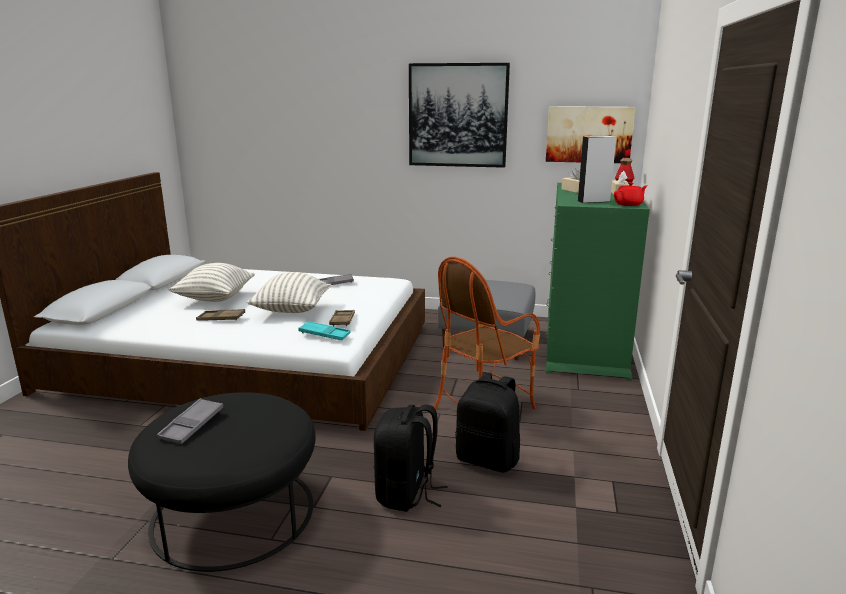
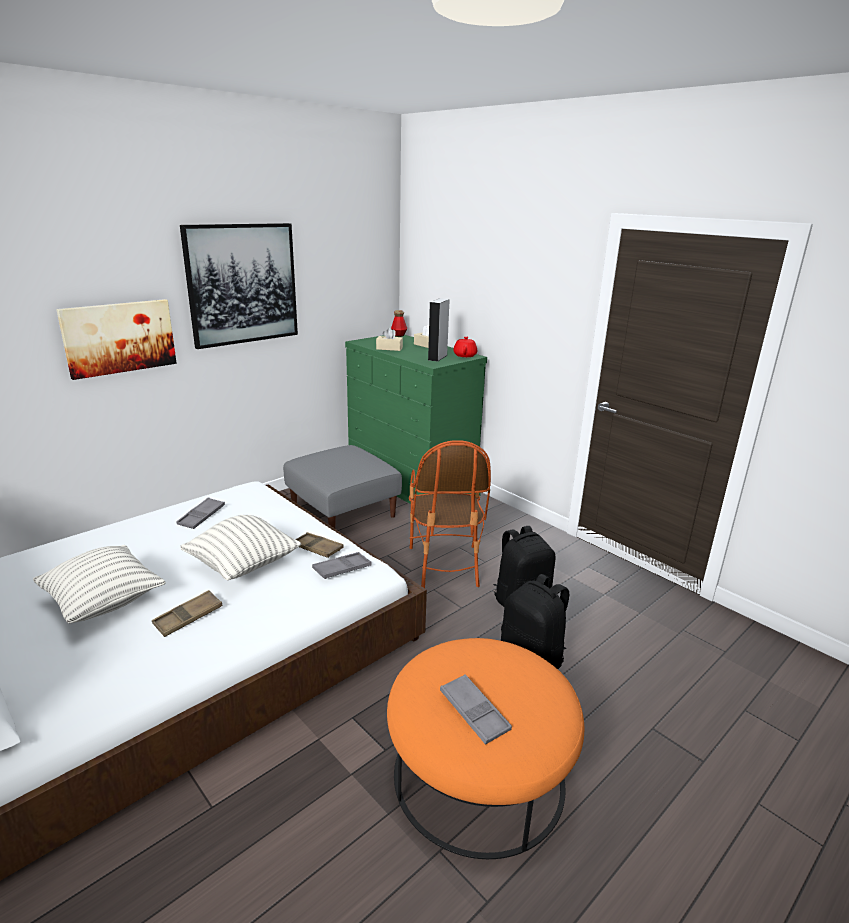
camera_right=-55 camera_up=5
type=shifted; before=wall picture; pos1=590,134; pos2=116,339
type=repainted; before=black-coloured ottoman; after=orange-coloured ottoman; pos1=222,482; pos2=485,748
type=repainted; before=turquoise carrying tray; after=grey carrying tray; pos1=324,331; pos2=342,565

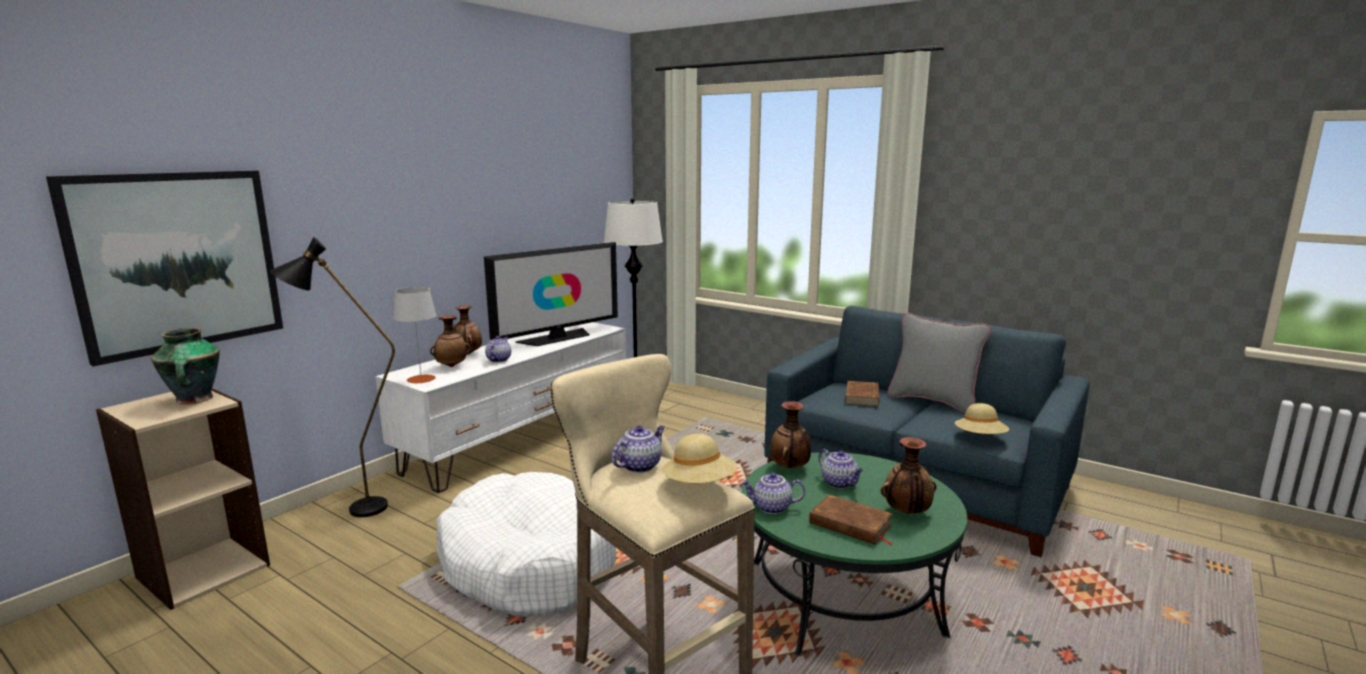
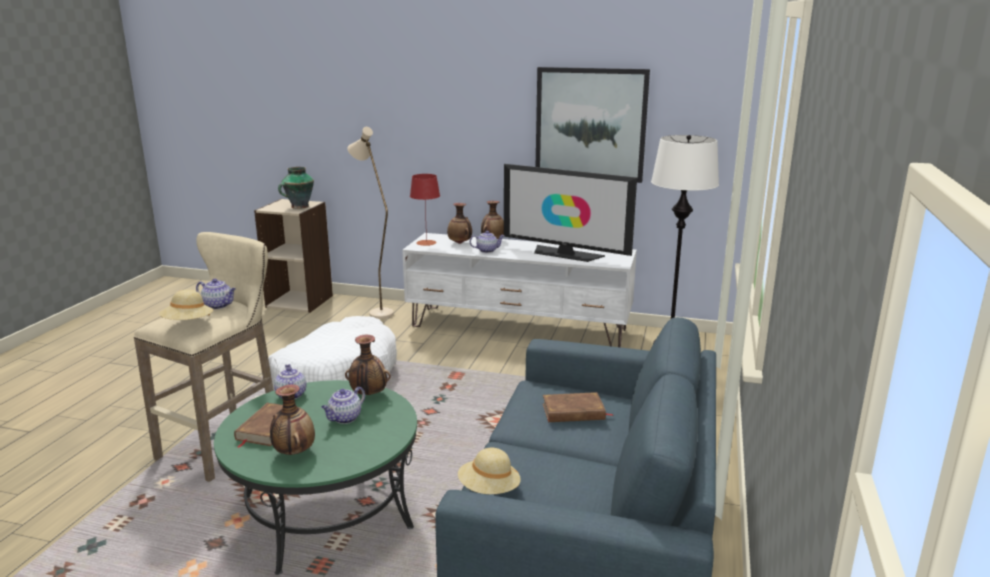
camera_right=70 camera_up=5
type=gone; before=grey cushion; pos1=939,363
type=shifted; before=wall picture; pos1=164,268; pos2=593,125
type=repainted; before=black-coloured standing lamp; after=beige standing lamp; pos1=332,377; pos2=370,223
type=repainted; before=grey table lamp; after=red table lamp; pos1=414,335; pos2=425,210

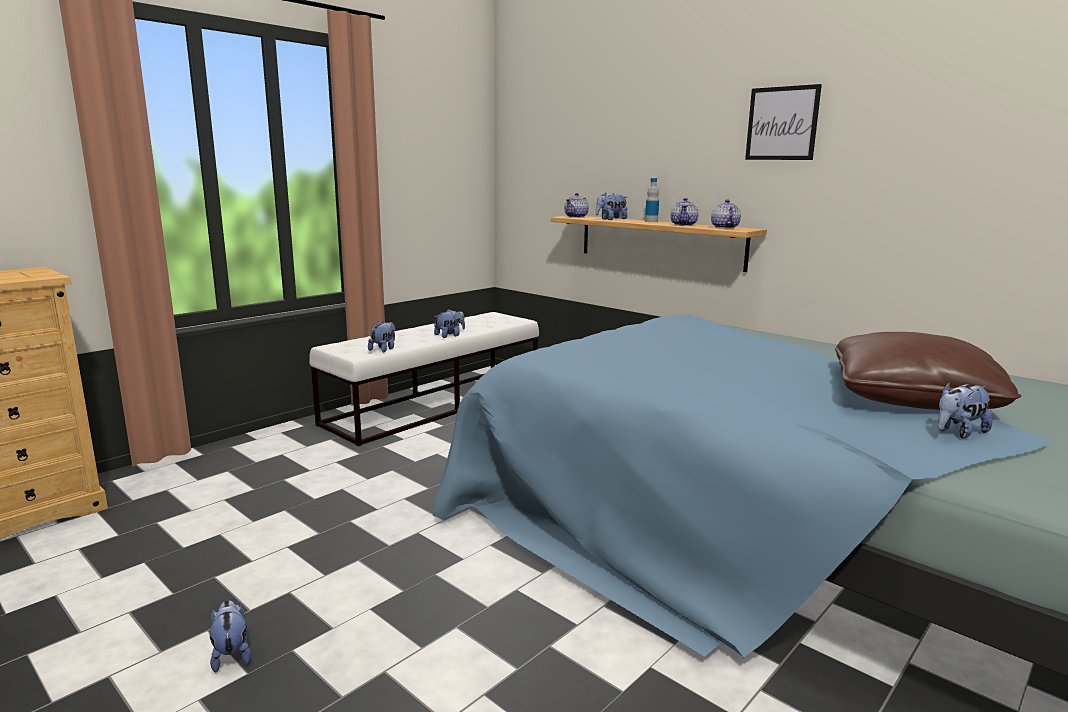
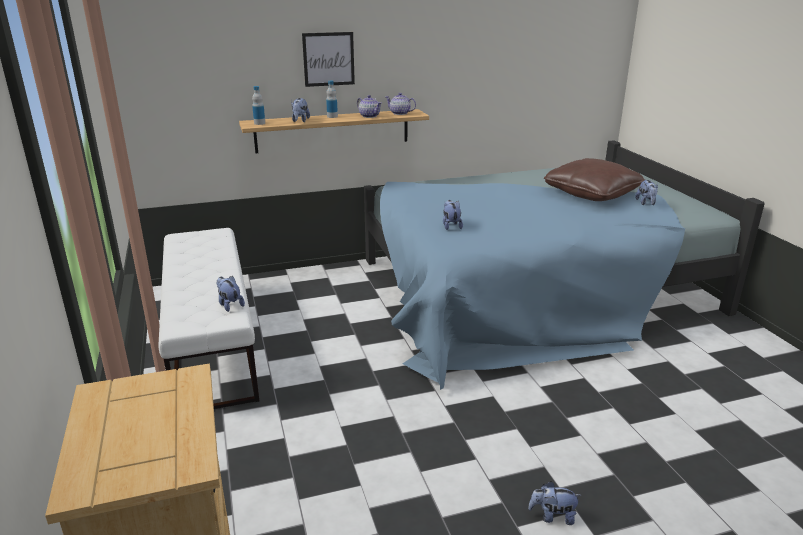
camera_right=-60 camera_up=10
type=shifted; before=cuddly toy; pos1=449,323; pos2=453,215
type=shifted; before=wall picture; pos1=783,122; pos2=328,59
type=swapped; before=teapot; after=beverage bottle; pos1=576,205; pos2=258,105

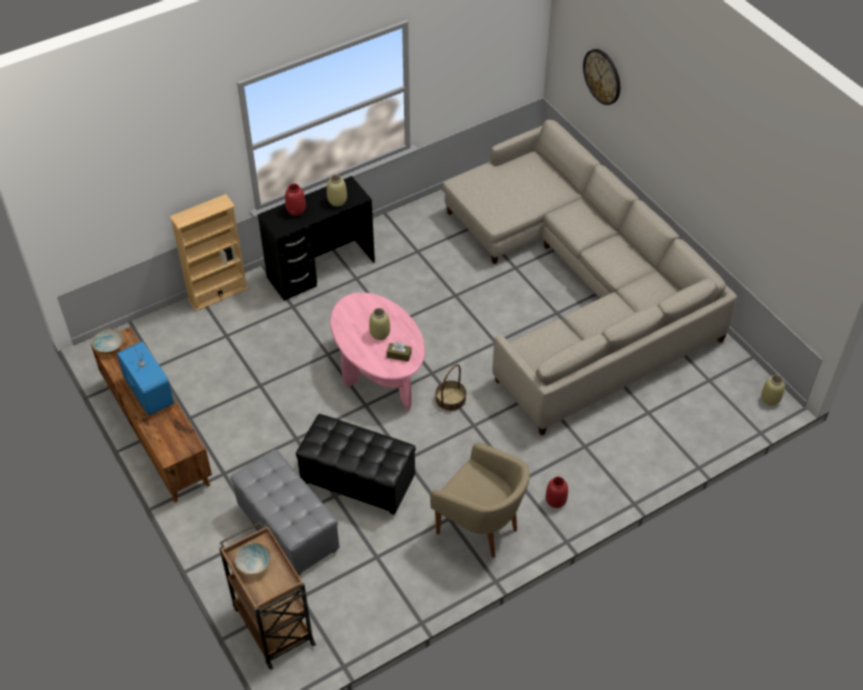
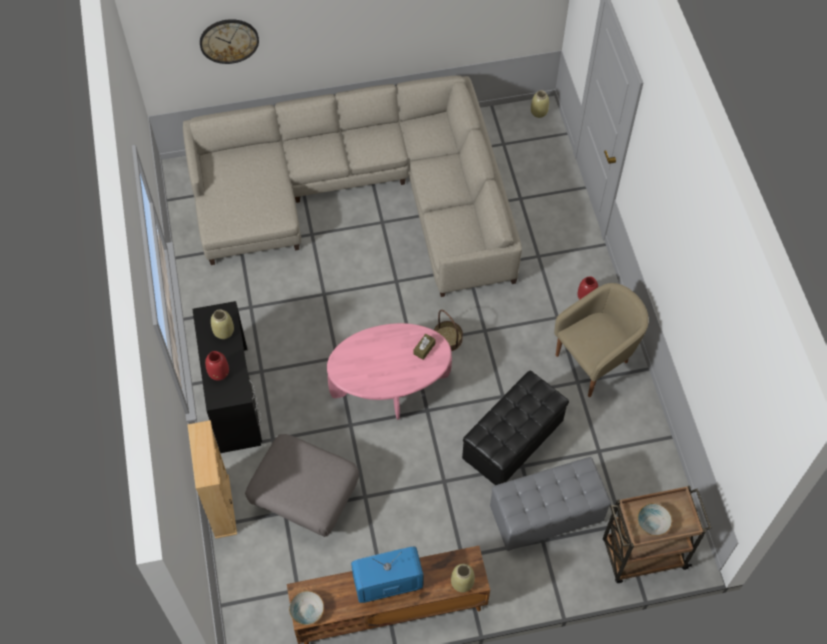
camera_right=-70 camera_up=10
type=new; after=grey ottoman; pos2=302,485
type=shifted; before=beige vase; pos1=379,324; pos2=463,578

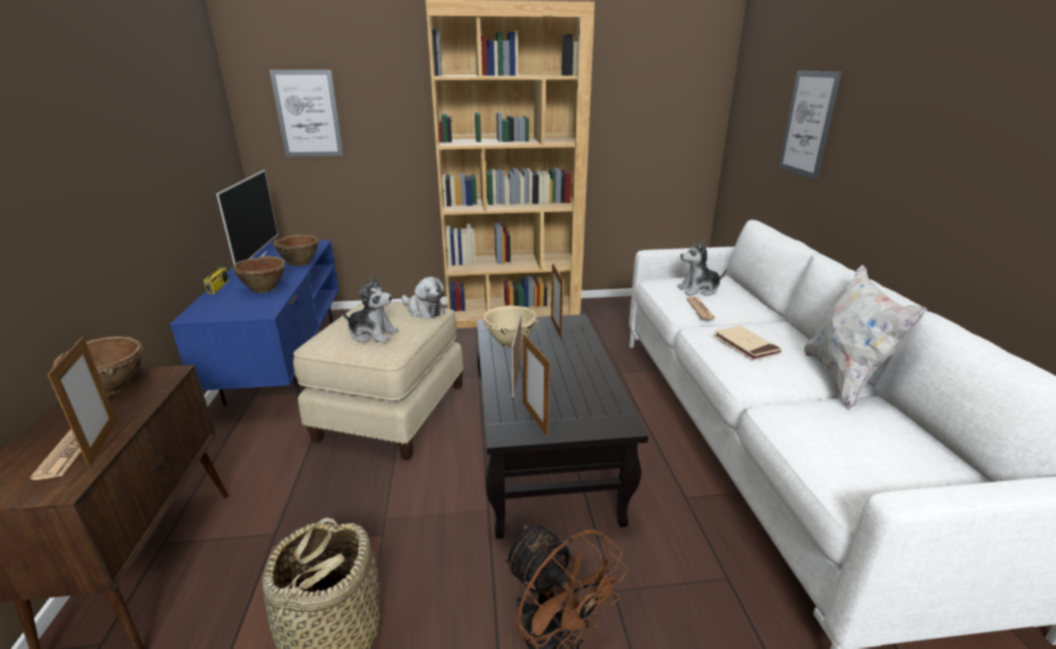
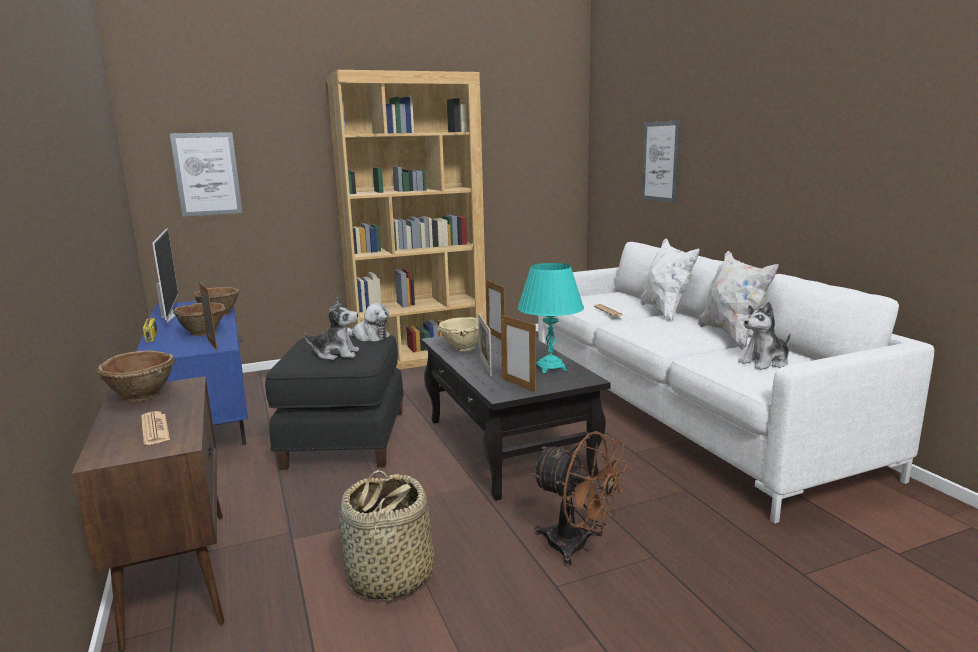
camera_right=-15 camera_up=-10
type=gone; before=beige book; pos1=748,343
type=new; after=turquoise table lamp; pos2=551,318
type=new; after=white cushion; pos2=670,280
type=shifted; before=picture frame; pos1=82,402; pos2=208,316
type=shifted; before=cuddly toy; pos1=702,268; pos2=764,336
type=repainted; before=beige ottoman; after=black-coloured ottoman; pos1=378,380; pos2=334,402

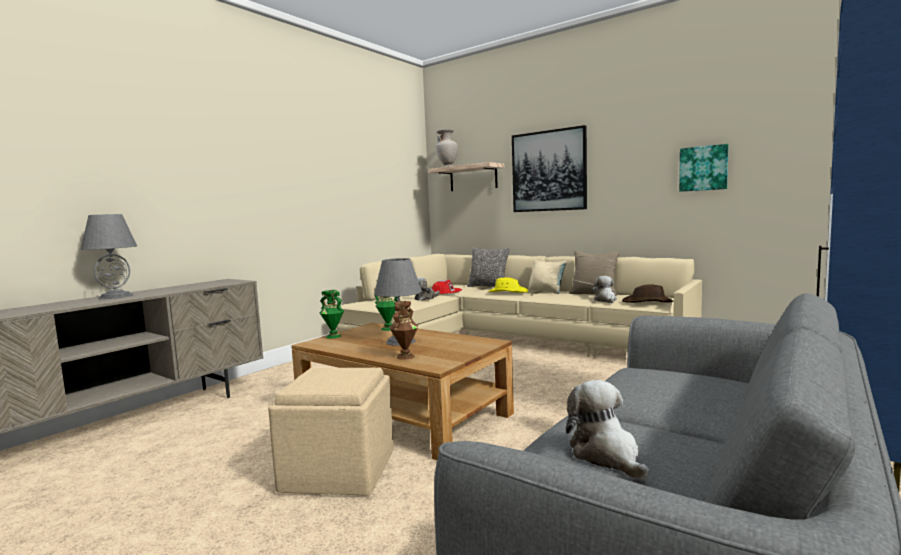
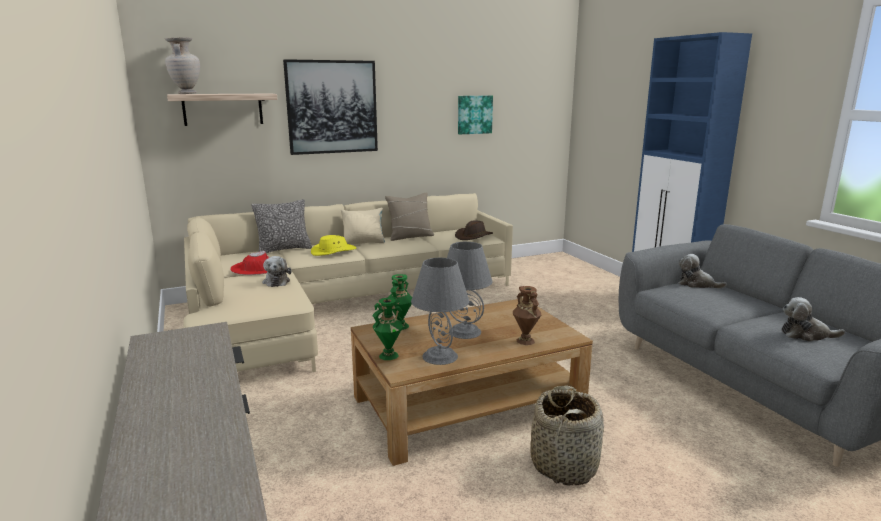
camera_right=-60 camera_up=10
type=shifted; before=grey table lamp; pos1=109,256; pos2=440,311
type=shifted; before=cuddly toy; pos1=604,289; pos2=703,271
type=swapped; before=beige ottoman; after=storage basket; pos1=331,432; pos2=567,435

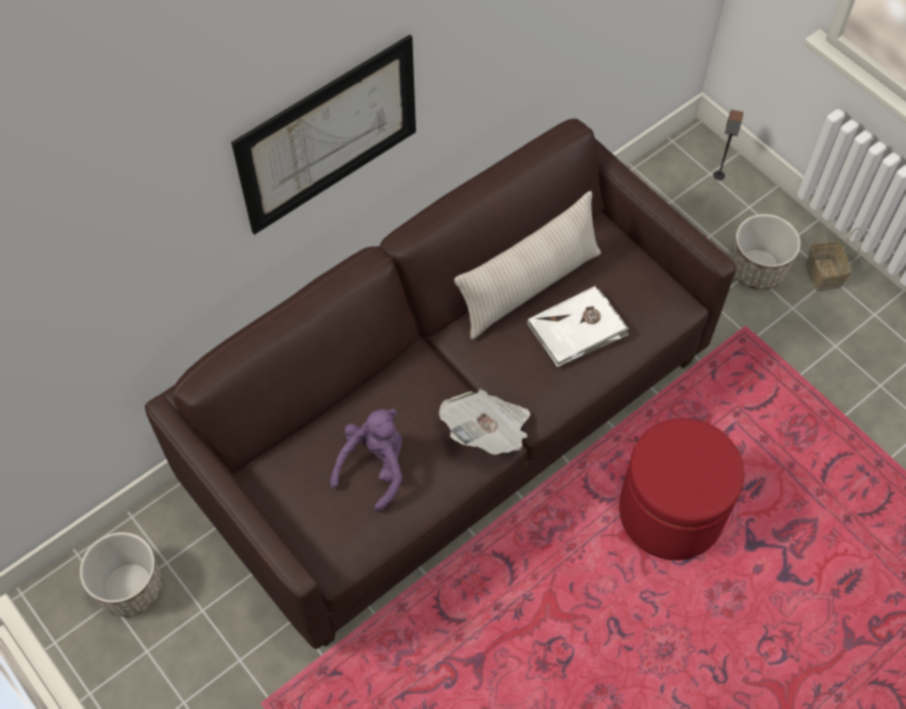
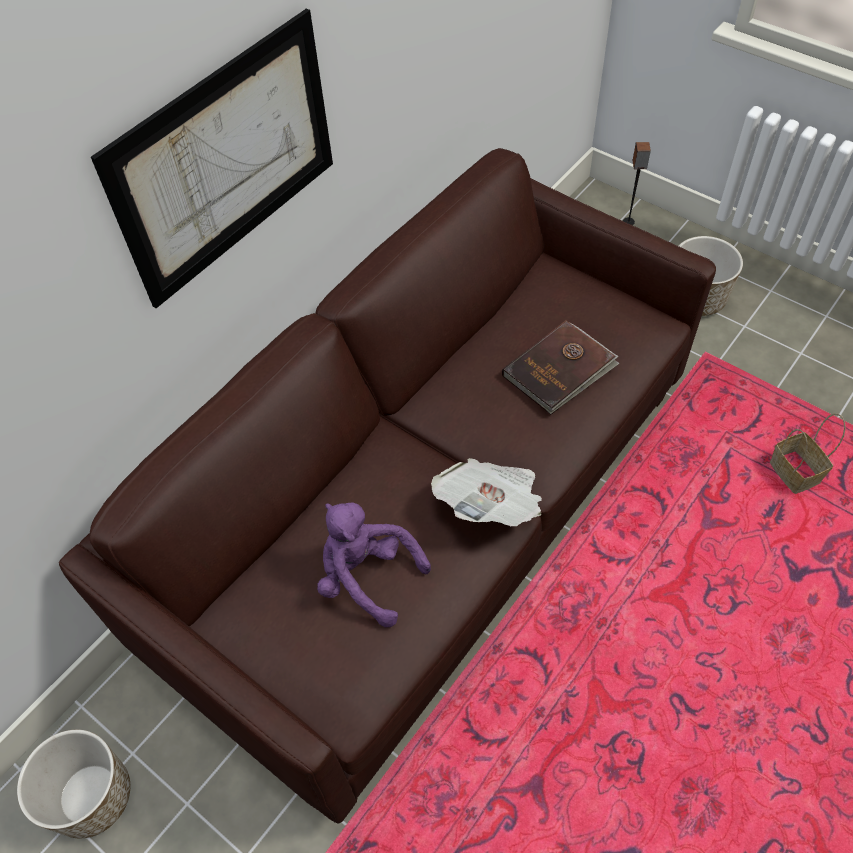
camera_right=-10 camera_up=-5
type=gone; before=beige cushion; pos1=527,265
type=gone; before=red ottoman; pos1=681,489
type=shifted; before=storage basket; pos1=834,259; pos2=808,453
type=repainted; before=white book; after=brown book; pos1=578,326; pos2=561,367
type=rotated; before=purple-coloured cuddly toy; pos1=366,460; pos2=374,564; turn=-75

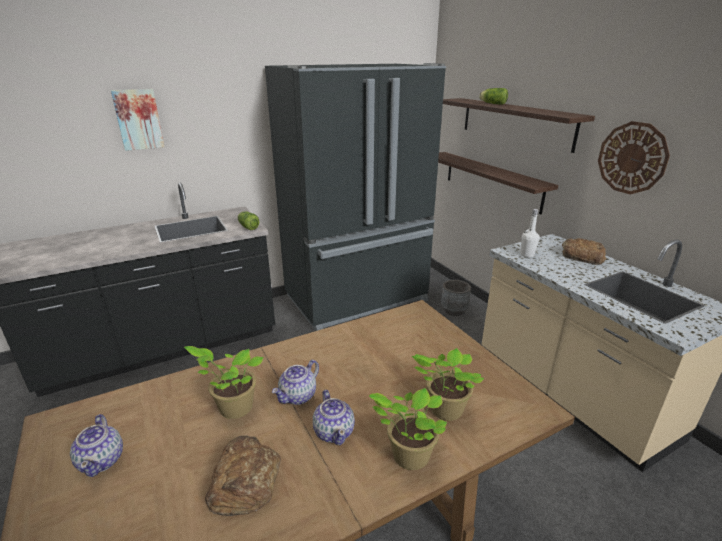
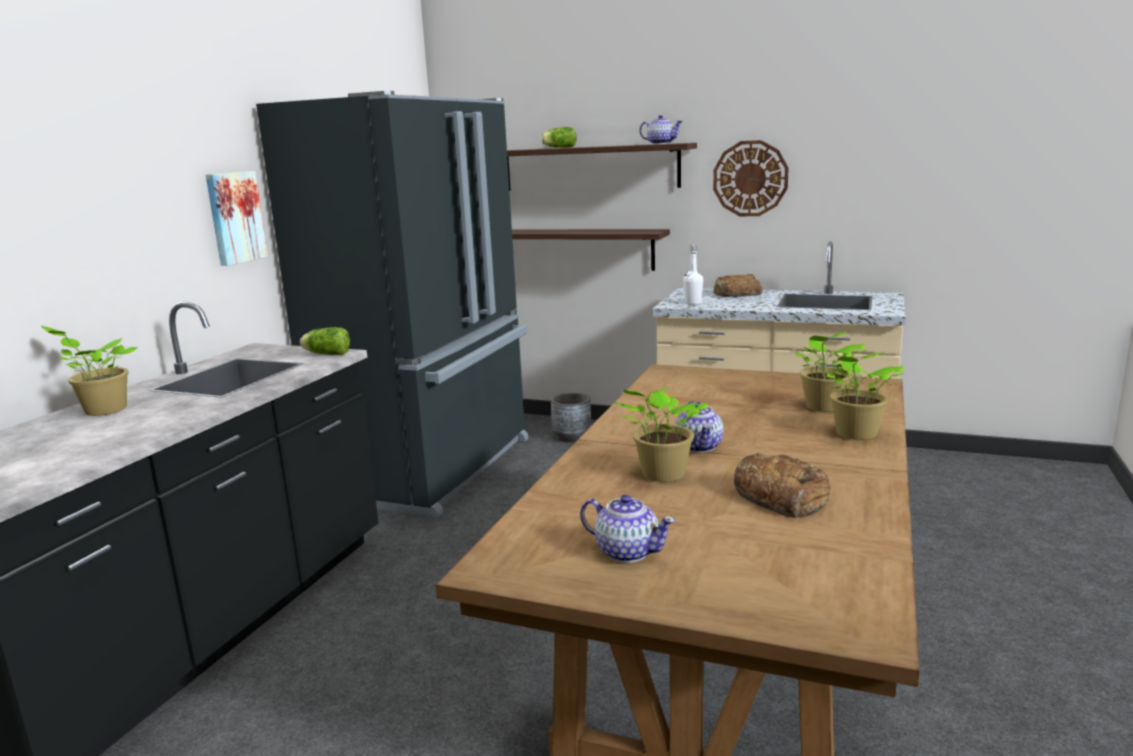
camera_right=-40 camera_up=-10
type=new; after=plant in a pot; pos2=89,371
type=shifted; before=wall picture; pos1=138,120; pos2=237,218
type=shifted; before=teapot; pos1=334,417; pos2=661,129

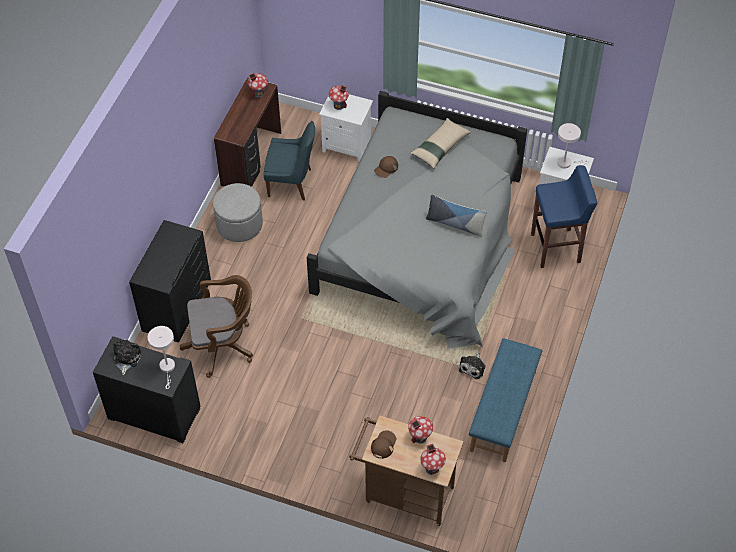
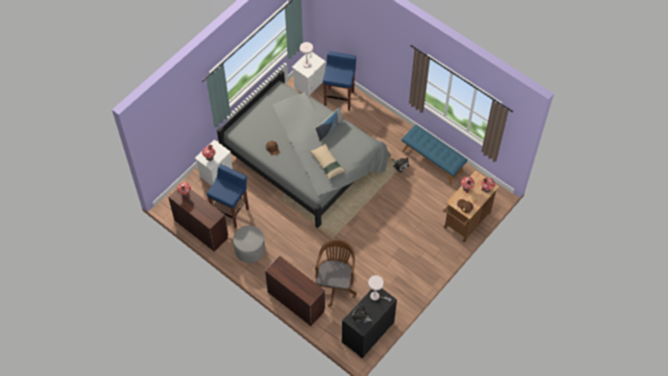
camera_right=-70 camera_up=5
type=shifted; before=beige cushion; pos1=440,143; pos2=328,161
type=swapped; before=black-coloured dresser; after=brown desk table; pos1=170,281; pos2=295,290
type=swapped; before=blue chair; after=blue sitting stool; pos1=289,161; pos2=228,196

